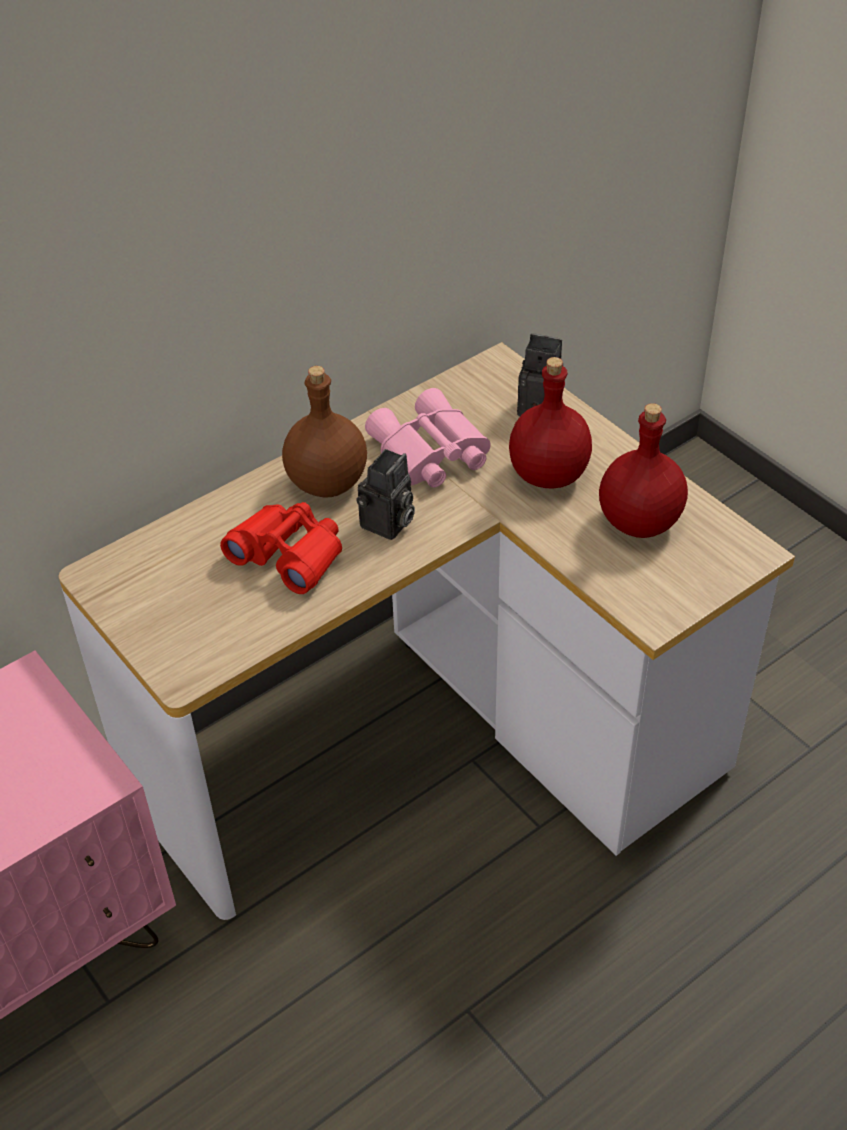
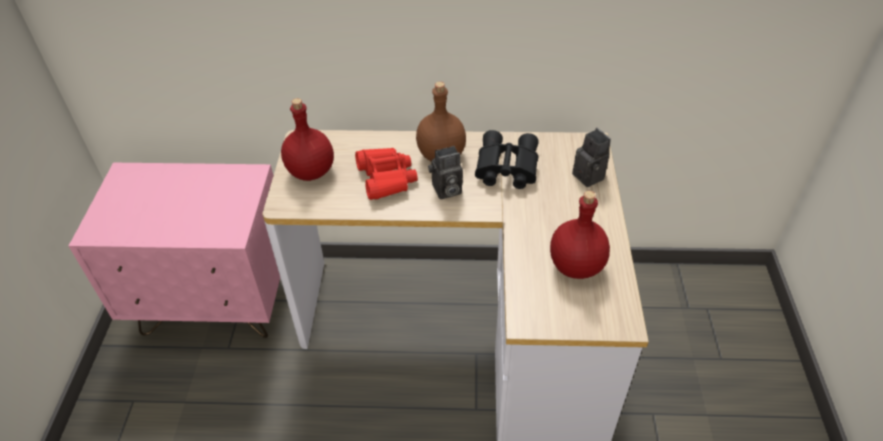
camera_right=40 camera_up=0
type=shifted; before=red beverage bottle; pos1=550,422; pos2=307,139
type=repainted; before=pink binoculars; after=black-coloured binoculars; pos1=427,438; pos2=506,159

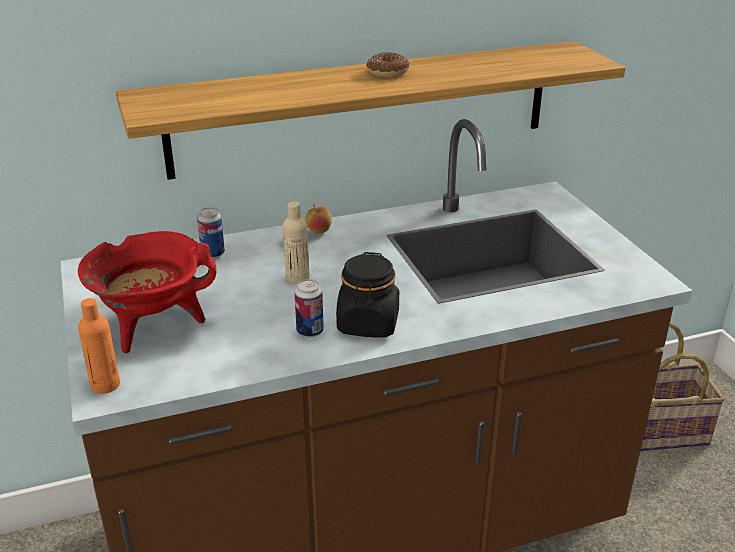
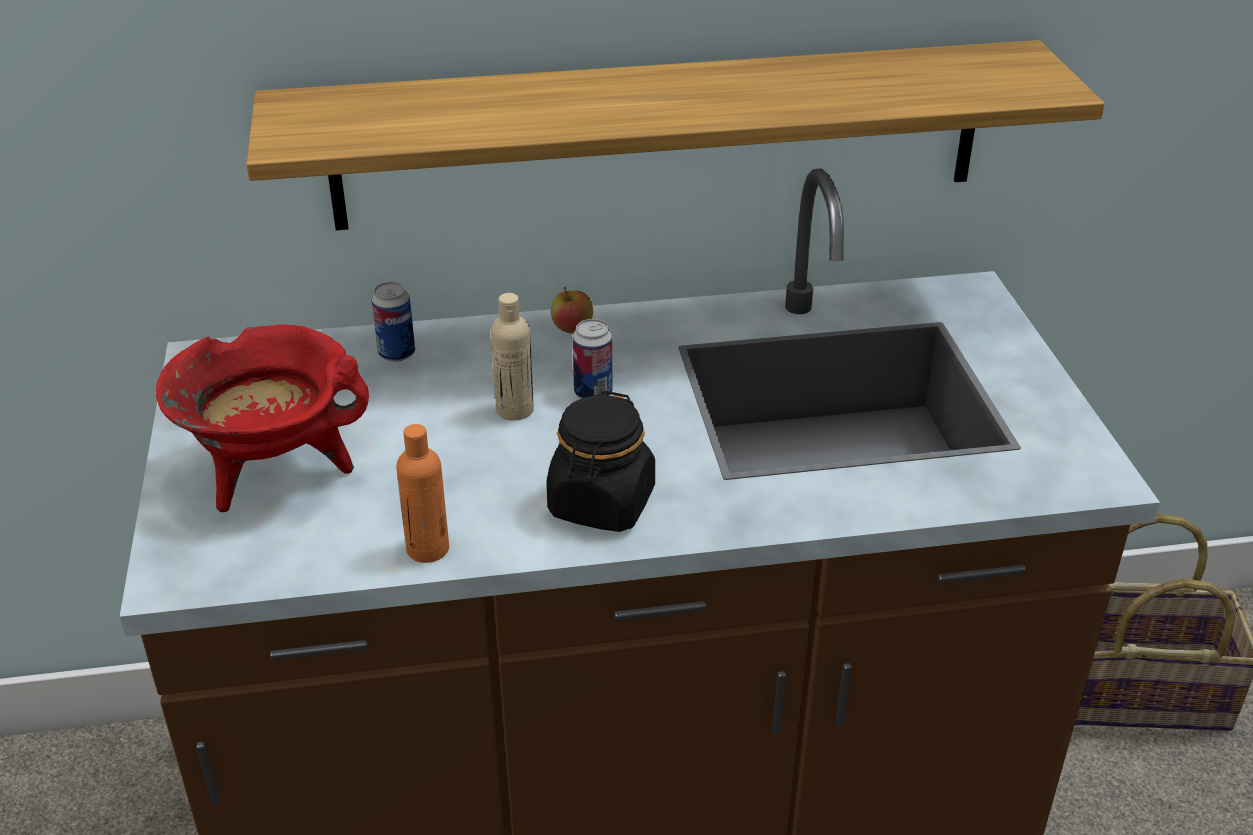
camera_right=10 camera_up=5
type=gone; before=doughnut; pos1=387,64
type=shifted; before=orange-coloured beverage bottle; pos1=99,346; pos2=422,493
type=shifted; before=metal can; pos1=309,308; pos2=592,359

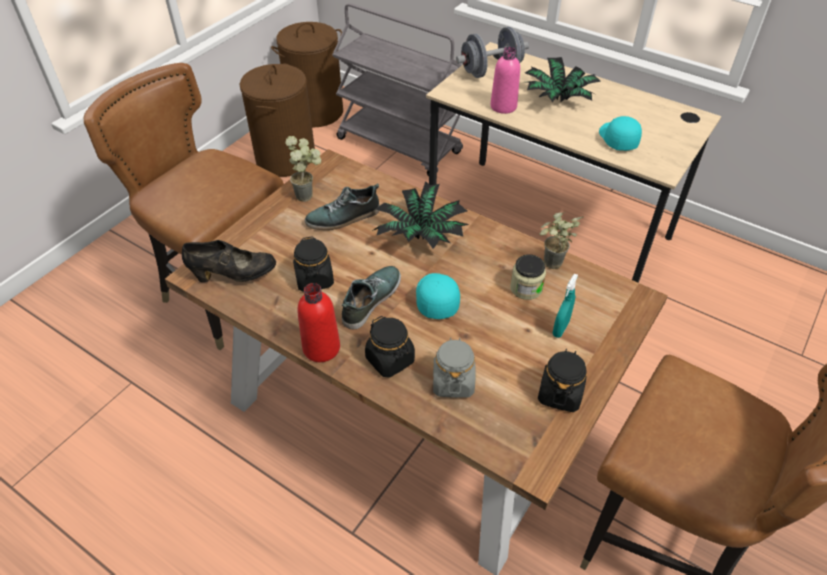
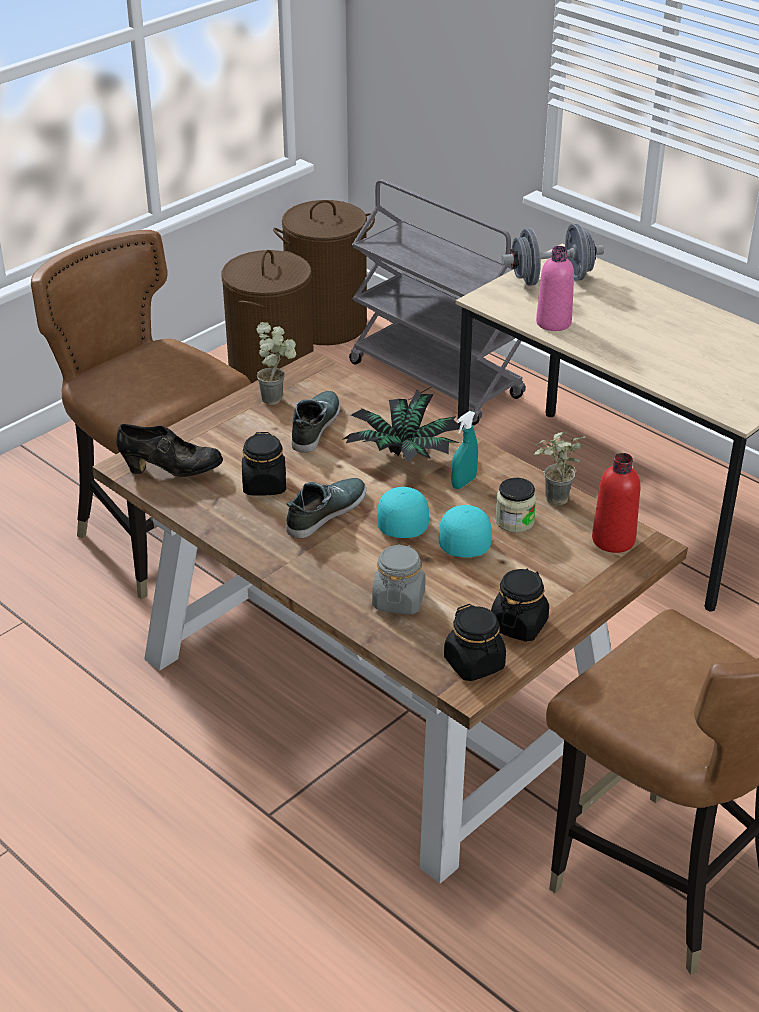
camera_right=10 camera_up=-10
type=gone; before=plant in a pot; pos1=563,79
type=shifted; before=red beverage bottle; pos1=318,322; pos2=616,503
type=shifted; before=black-coloured preserve jar; pos1=390,346; pos2=475,642
type=shifted; before=turquoise spray bottle; pos1=565,305; pos2=464,450
type=shifted; before=turquoise baseball cap; pos1=620,133; pos2=465,531
type=rotated; before=item of footwear; pos1=342,206; pos2=316,422; turn=120

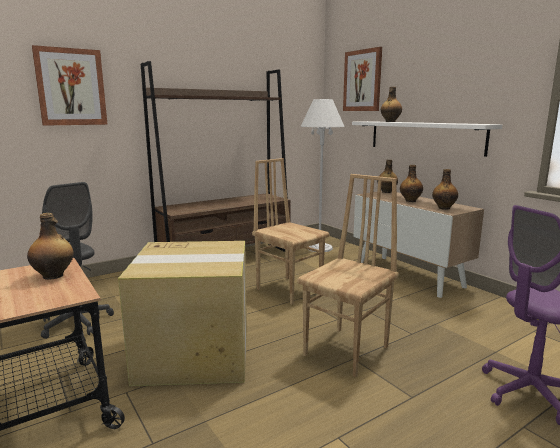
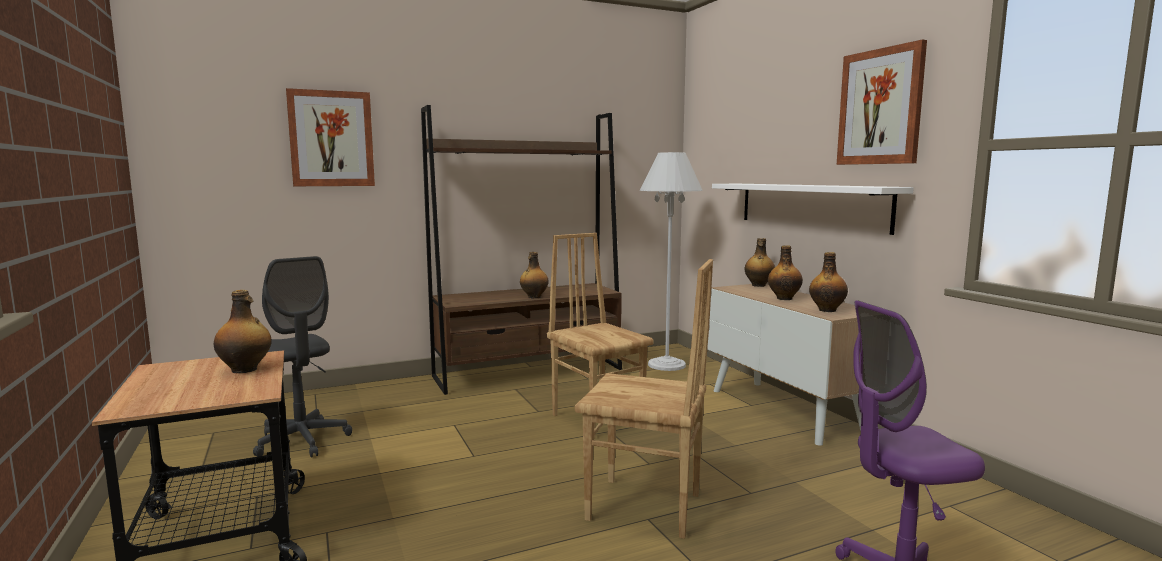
camera_right=10 camera_up=-5
type=gone; before=carton; pos1=182,313
type=shifted; before=wall picture; pos1=362,79; pos2=882,102
type=shifted; before=beverage bottle; pos1=391,104; pos2=534,275
type=rotated; before=brown chair; pos1=348,276; pos2=644,399; turn=60

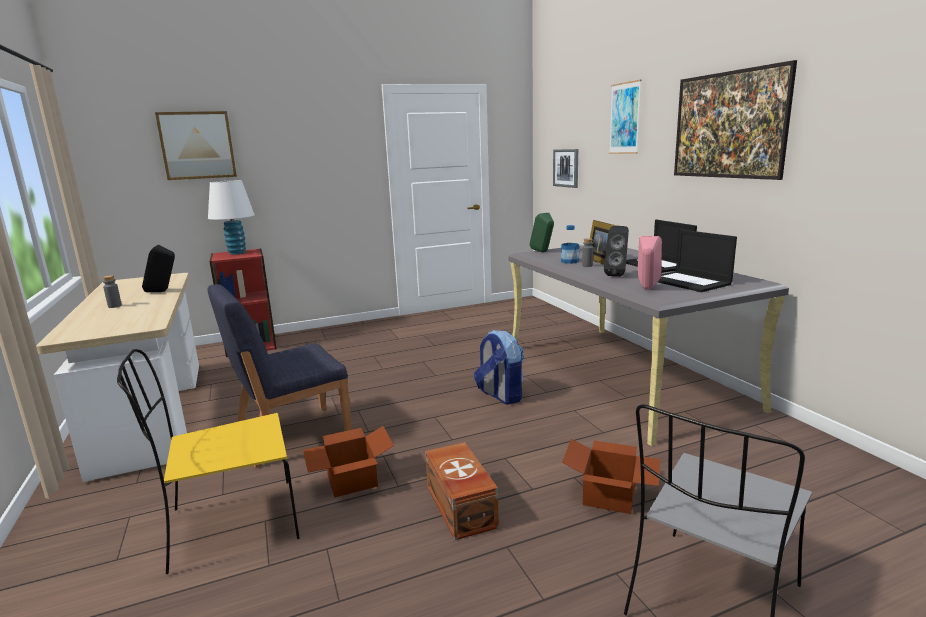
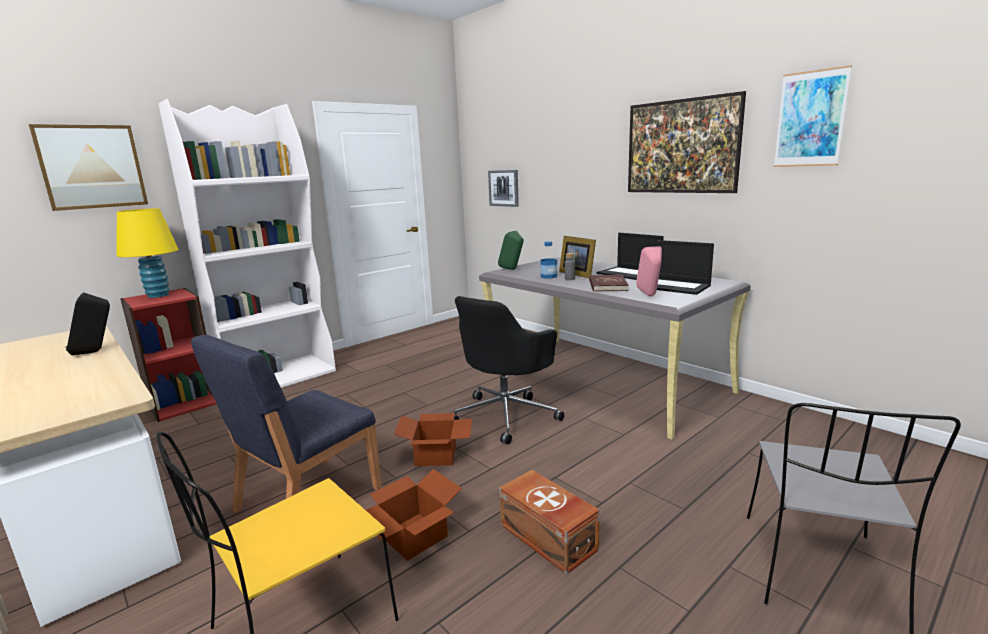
camera_right=-20 camera_up=0
type=gone; before=grey beverage bottle; pos1=112,291
type=new; after=white bookcase; pos2=247,243
type=shifted; before=carton; pos1=611,476; pos2=433,439
type=shifted; before=wall picture; pos1=625,117; pos2=813,116
type=swapped; before=knapsack; after=black-coloured computer chair; pos1=499,367; pos2=509,370
type=swapped; before=black-coloured loudspeaker; after=red book; pos1=616,251; pos2=609,283
type=repainted; before=white table lamp; after=yellow-coloured table lamp; pos1=231,217; pos2=148,253

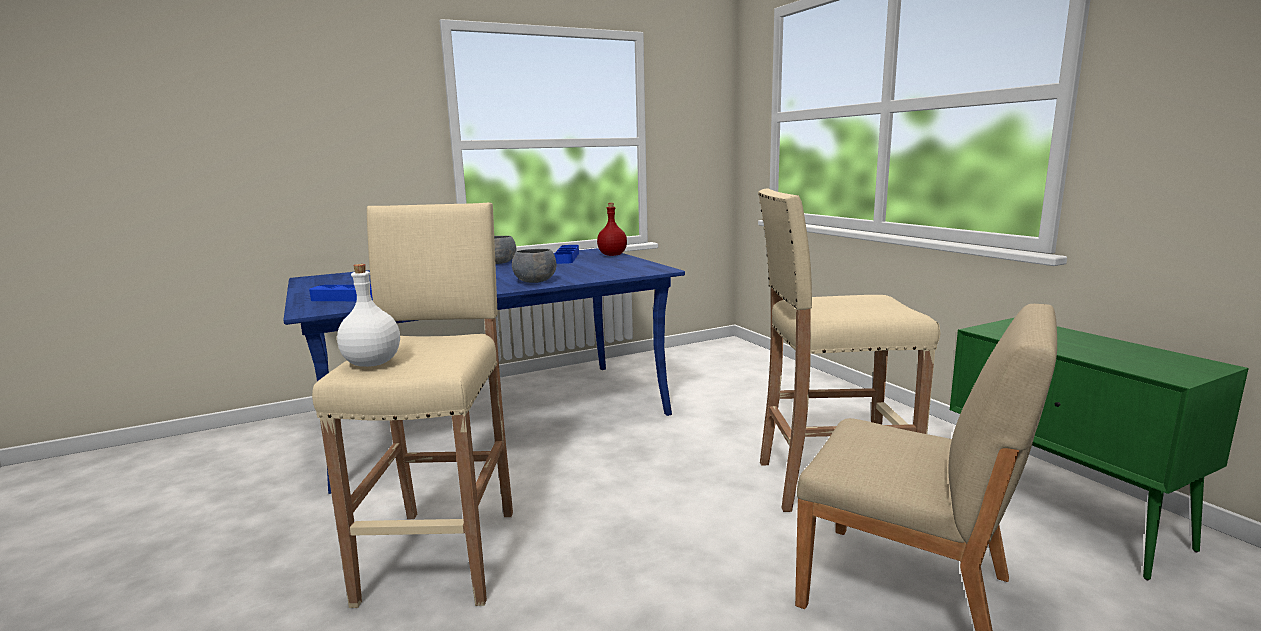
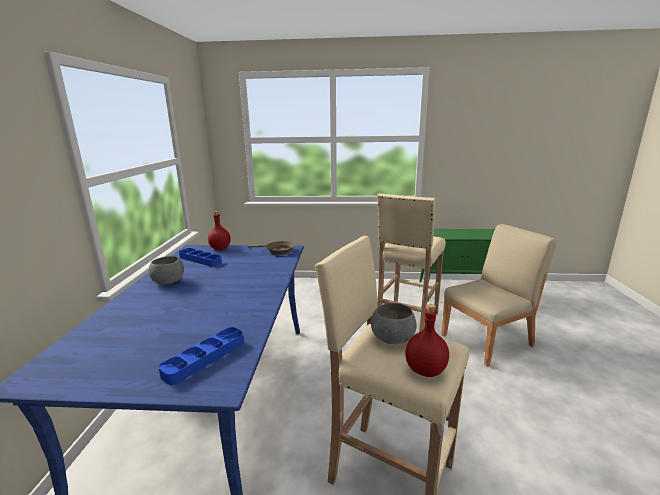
camera_right=-60 camera_up=5
type=new; after=brown frying pan; pos2=271,248
type=shifted; before=grey bowl; pos1=534,266; pos2=394,323
type=repainted; before=white beverage bottle; after=red beverage bottle; pos1=368,315; pos2=427,340

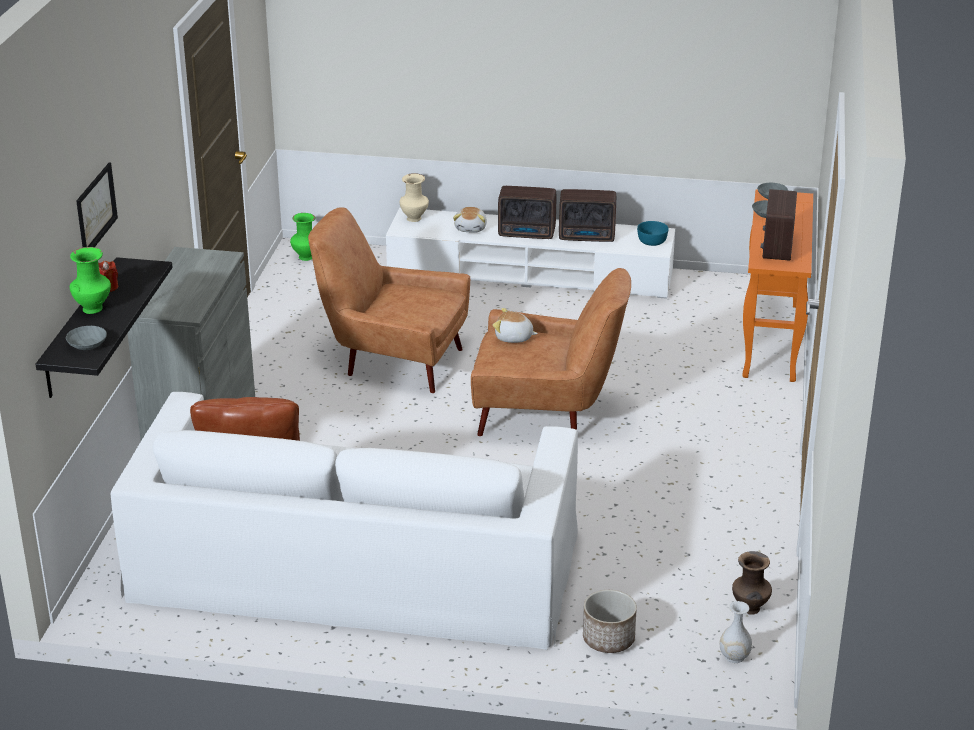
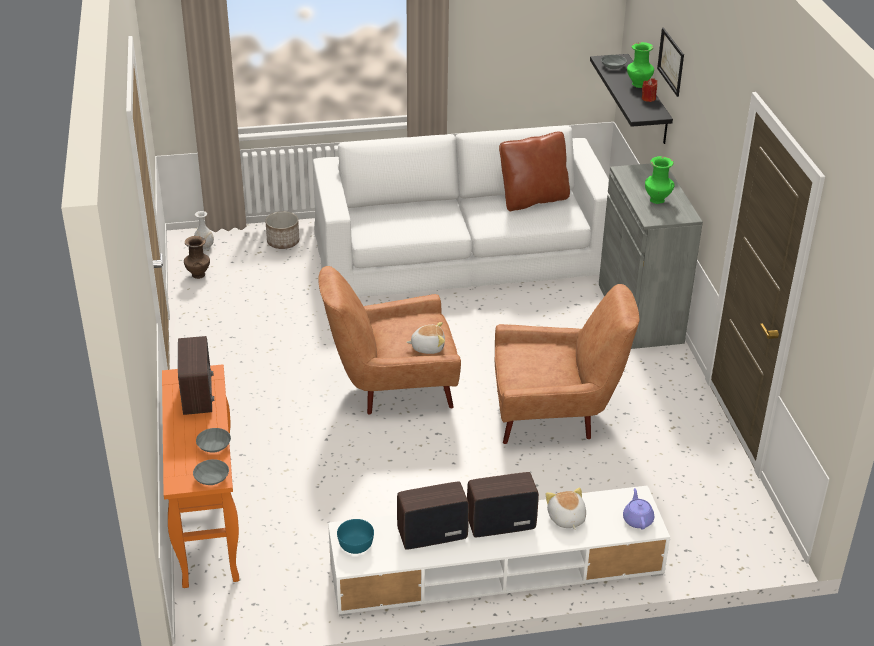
camera_right=160 camera_up=5
type=shifted; before=greenish vase; pos1=303,237; pos2=660,180
type=swapped; before=beige vase; after=purple-coloured teapot; pos1=414,197; pos2=638,508

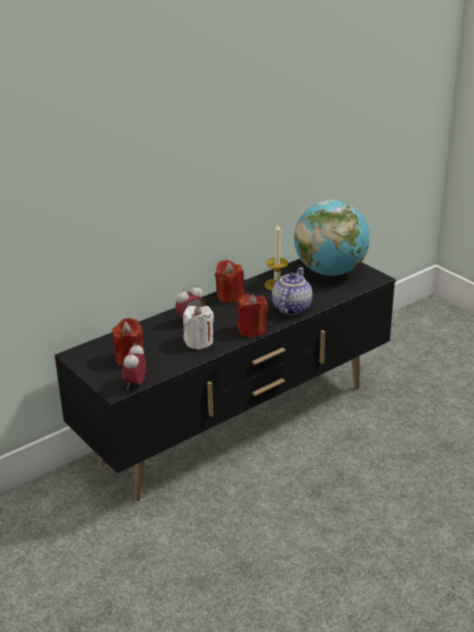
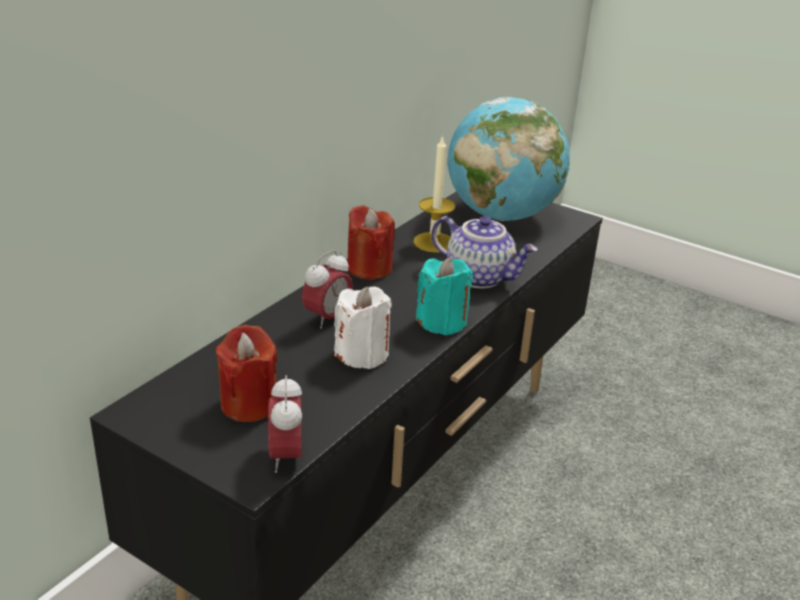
camera_right=-20 camera_up=0
type=repainted; before=red candle; after=turquoise candle; pos1=253,316; pos2=444,296
type=rotated; before=teapot; pos1=292,291; pos2=484,252; turn=120

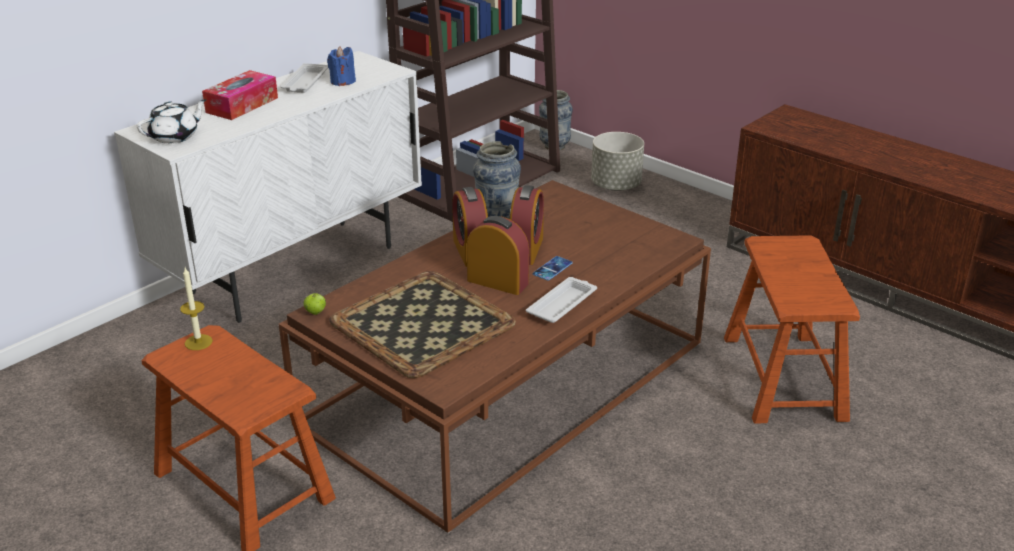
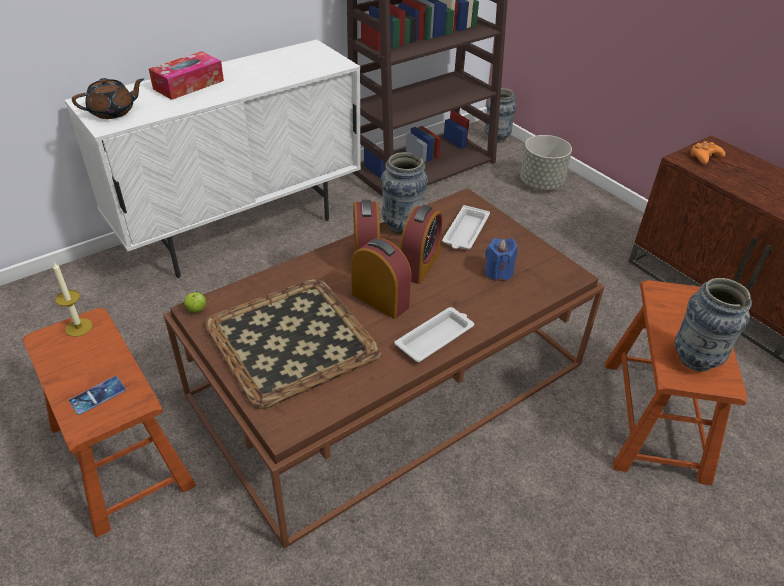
camera_right=10 camera_up=10
type=new; after=vase; pos2=713,325
type=new; after=orange-coloured joypad; pos2=707,152
type=shifted; before=white carrying tray; pos1=304,78; pos2=466,227
type=shifted; before=blue candle; pos1=341,66; pos2=501,259
type=shifted; before=handset; pos1=553,268; pos2=97,395
type=repainted; before=white teapot; after=brown teapot; pos1=172,121; pos2=108,98

